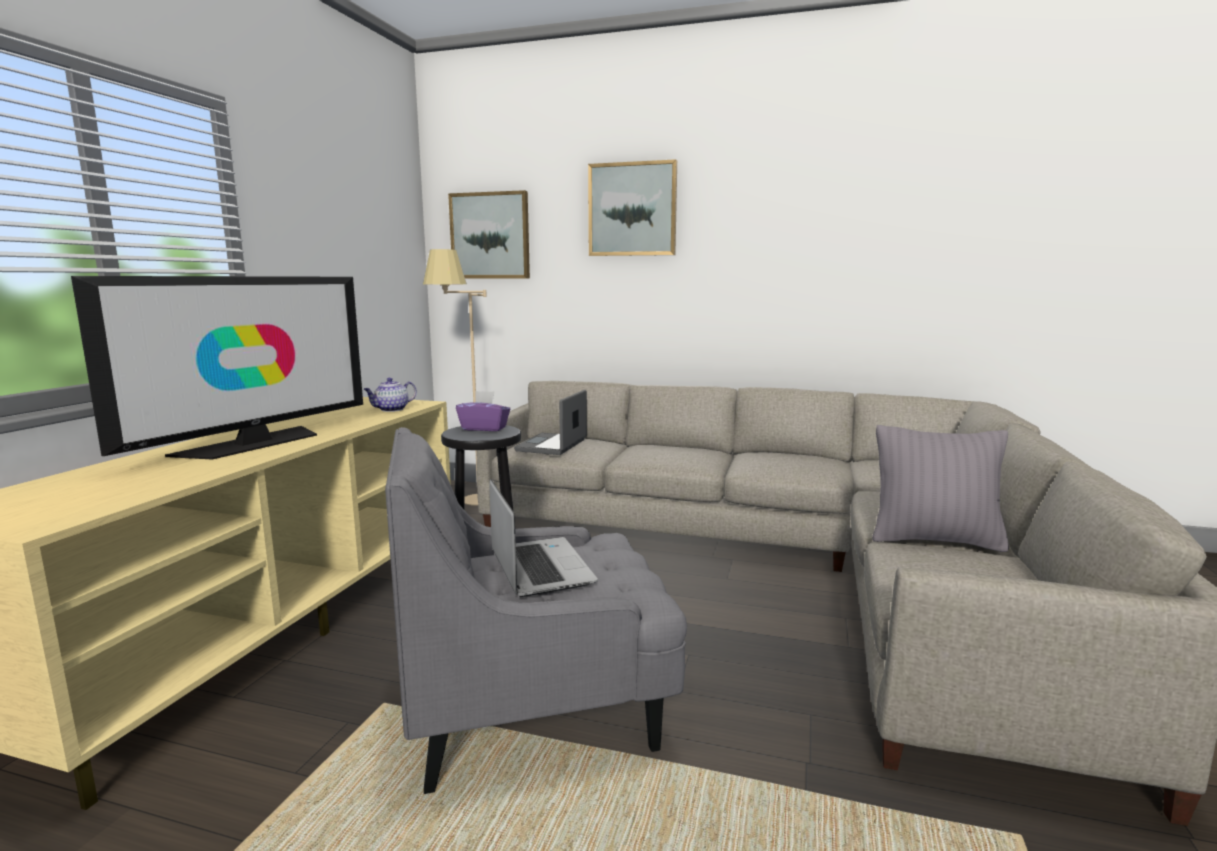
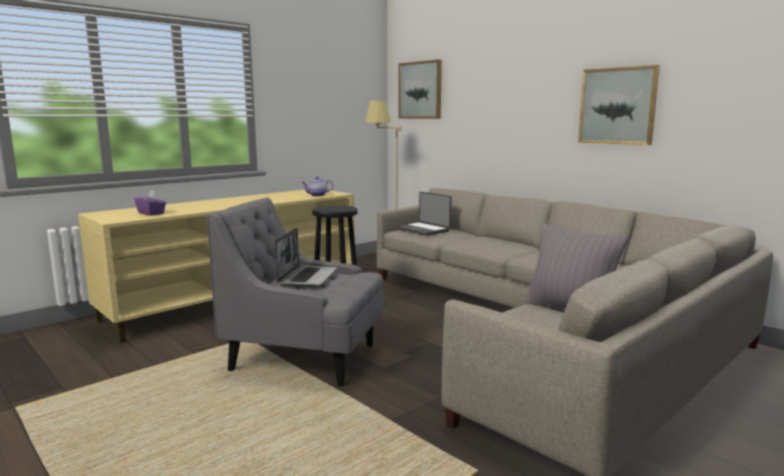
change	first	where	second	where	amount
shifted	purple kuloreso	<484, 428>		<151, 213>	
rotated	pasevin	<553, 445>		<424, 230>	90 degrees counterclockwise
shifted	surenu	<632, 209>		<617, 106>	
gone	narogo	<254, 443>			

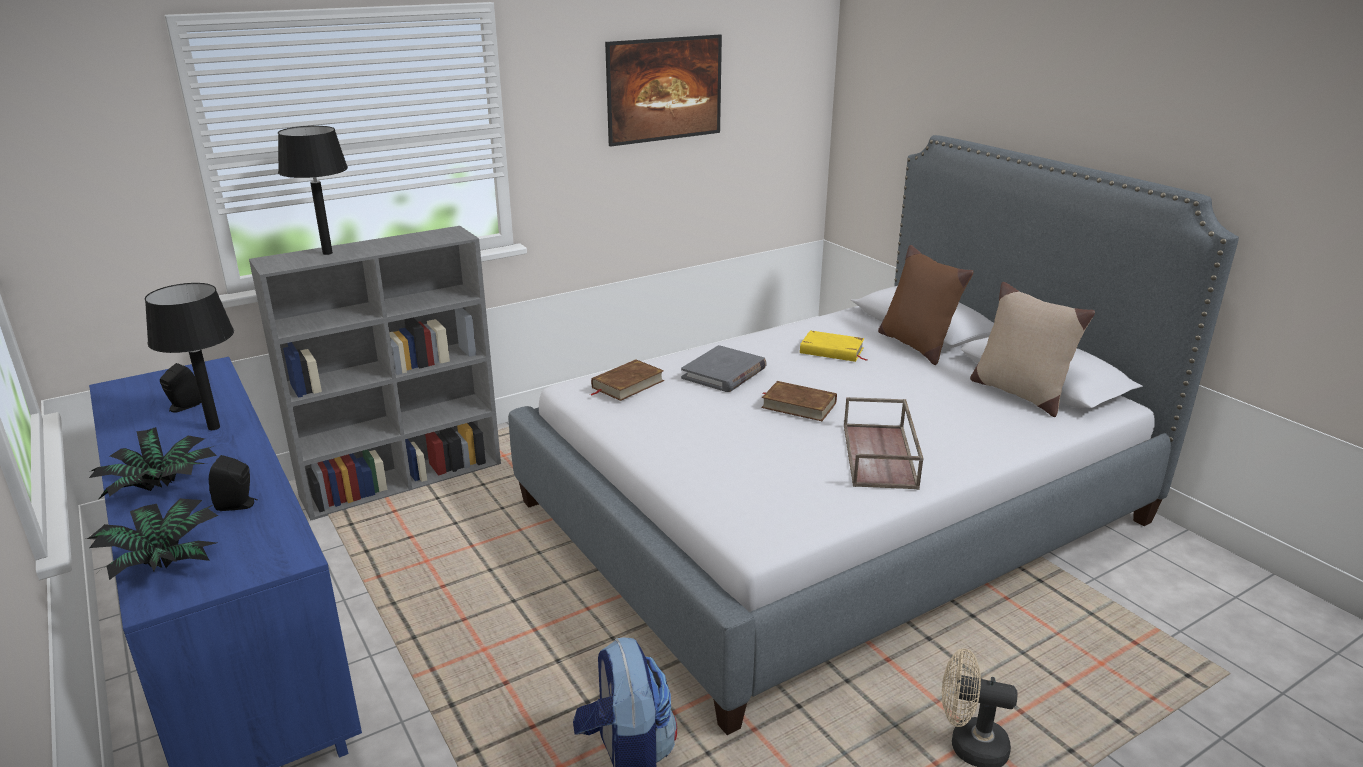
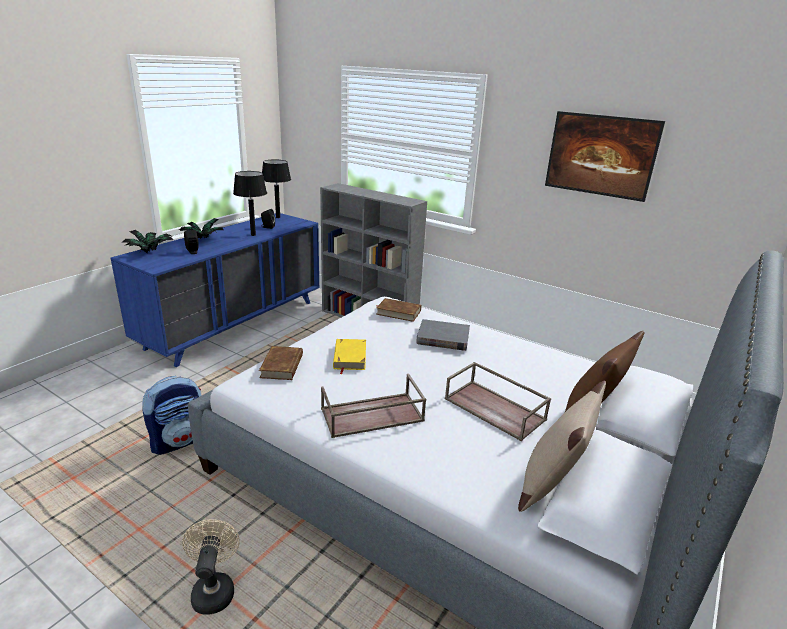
change	first	where	second	where	amount
shifted	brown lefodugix	<798, 405>		<282, 366>	
shifted	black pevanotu	<327, 253>		<277, 217>	
shifted	yellow lefodugix	<832, 351>		<349, 357>	
new			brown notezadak	<496, 409>	

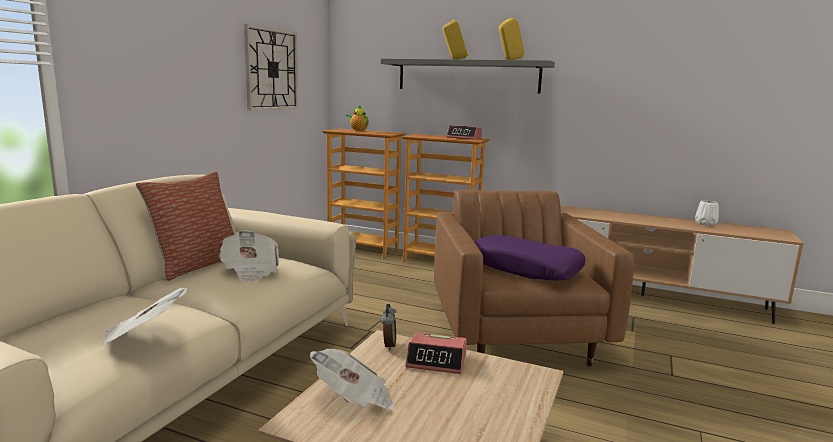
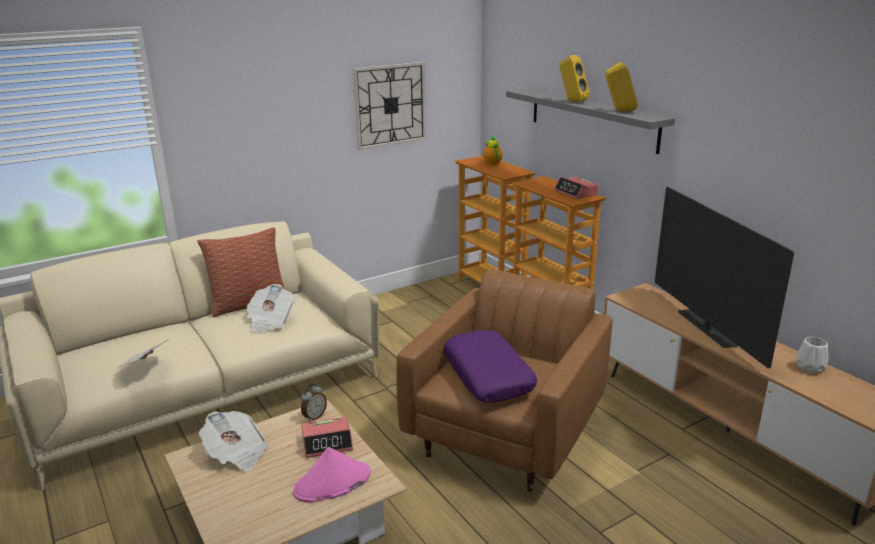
change	first	where	second	where	amount
new			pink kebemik	<332, 483>	
rotated	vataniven	<437, 361>		<327, 443>	60 degrees counterclockwise
new			narogo	<706, 328>	

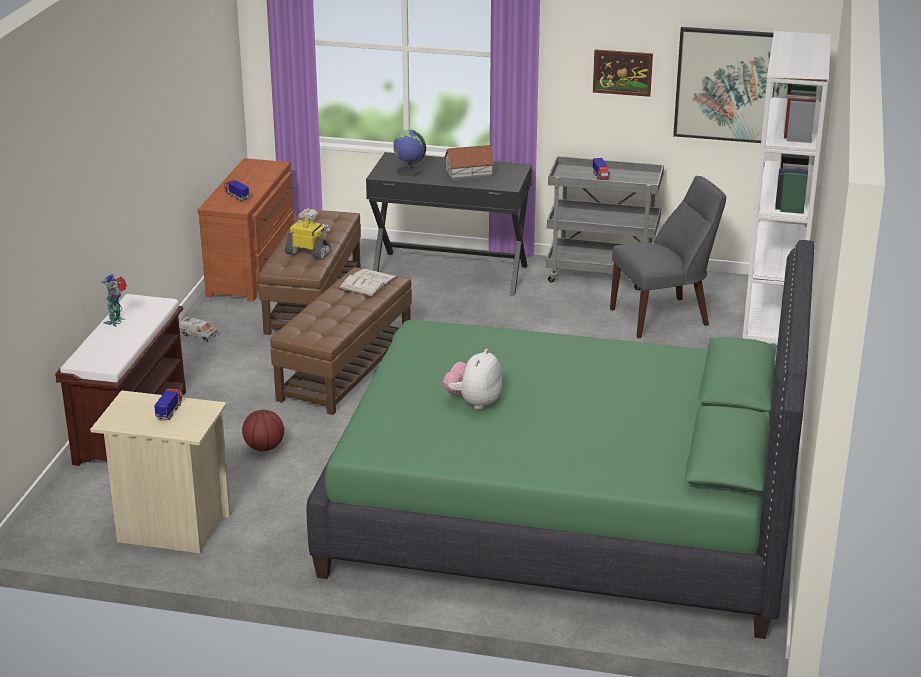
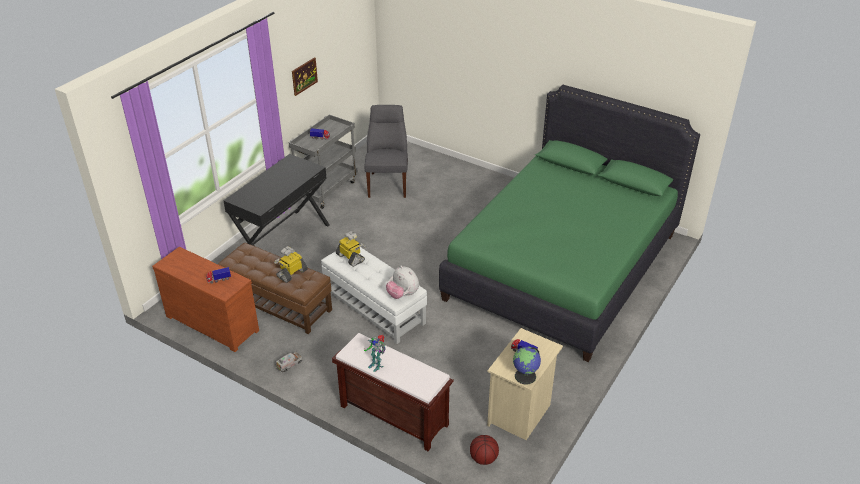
change	first	where	second	where	amount
repainted	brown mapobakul	<344, 368>	white mapobakul	<374, 308>	
swapped	white lefodugix	<368, 283>	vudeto	<351, 258>	
shifted	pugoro	<474, 402>		<402, 294>	
shifted	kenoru	<264, 447>		<483, 458>	
shifted	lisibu	<409, 171>		<525, 376>	
gone	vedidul	<468, 173>			
gone	surenu	<734, 85>			
gone	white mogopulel	<772, 321>			

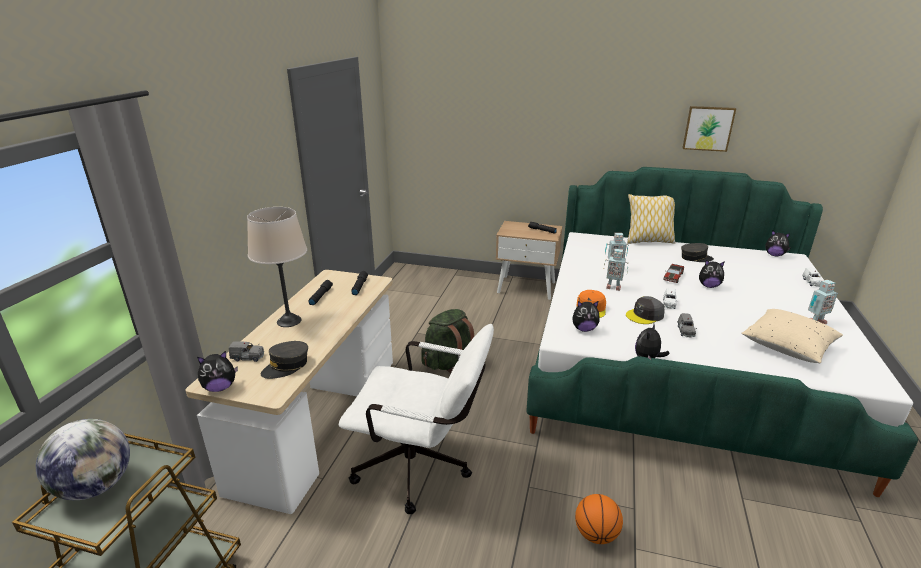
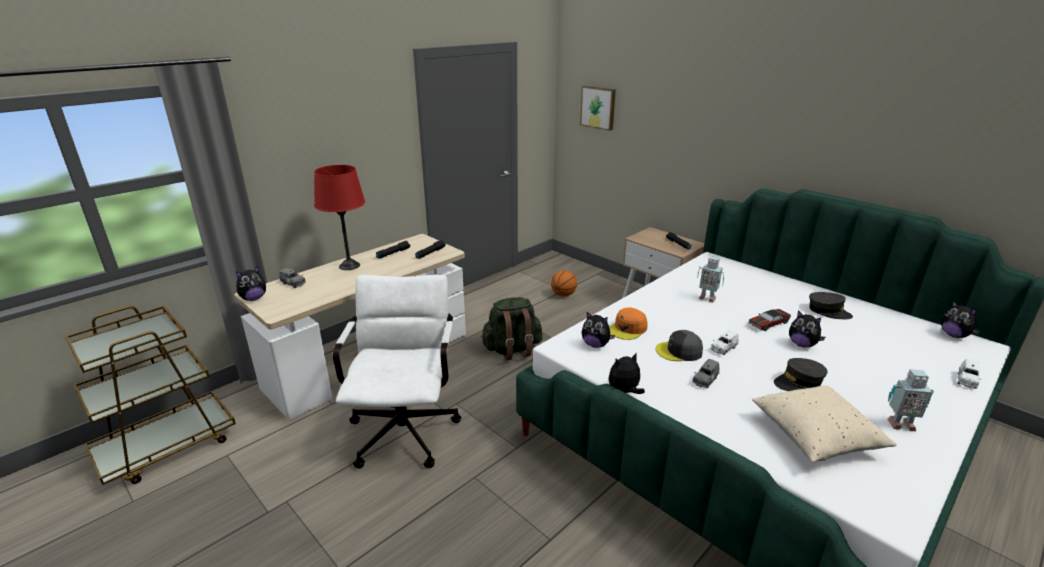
change	first	where	second	where	amount
rotated	pugoro	<220, 387>		<253, 298>	45 degrees counterclockwise
repainted	beige pevanotu	<289, 321>	red pevanotu	<349, 265>	
rotated	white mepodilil	<422, 468>		<406, 426>	135 degrees counterclockwise
shifted	kenoru	<596, 534>		<563, 294>	
shifted	surenu	<708, 128>		<598, 107>	
shifted	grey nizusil	<286, 366>		<798, 382>	
gone	lisibu	<96, 486>			
gone	vudeto	<613, 287>			
gone	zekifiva	<648, 241>			

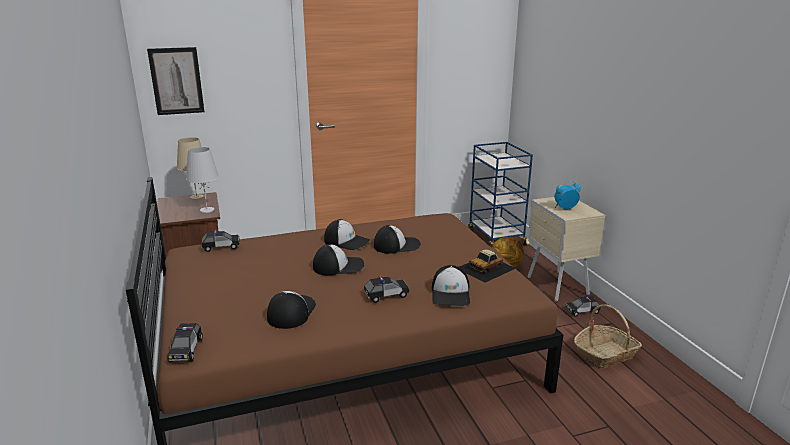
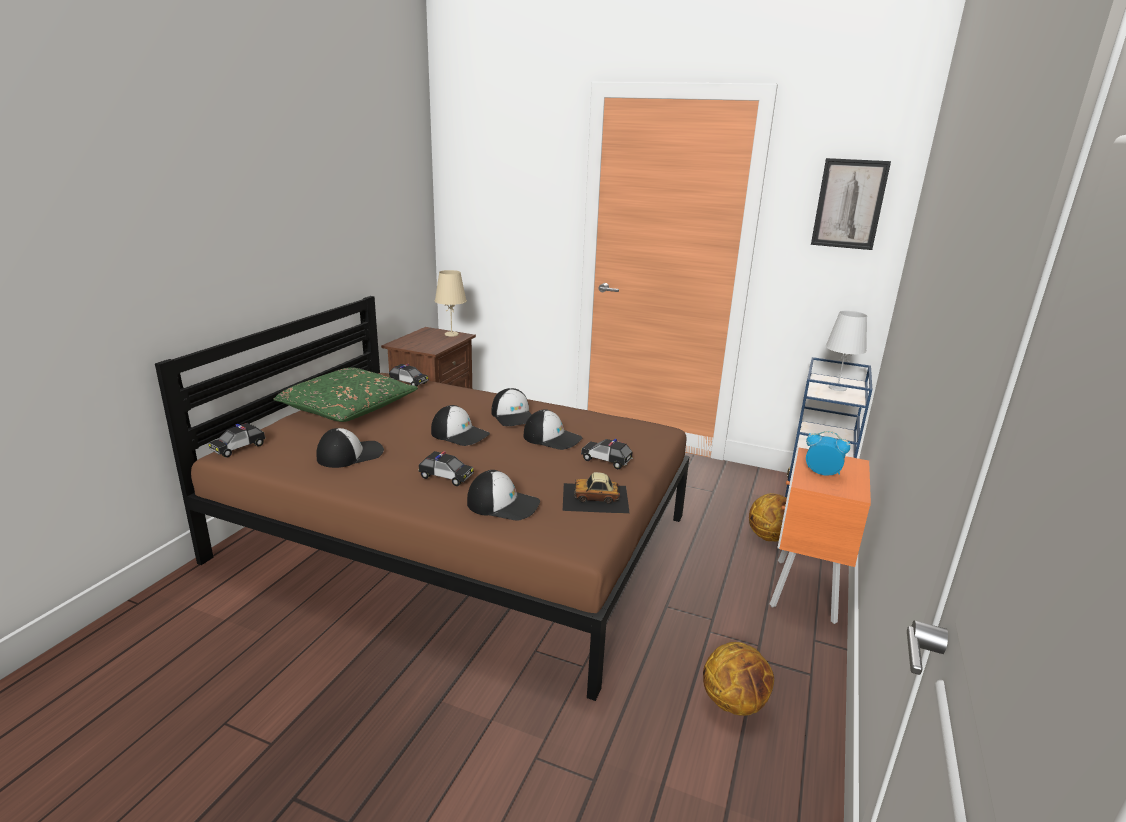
change	first	where	second	where	amount
new			green zekifiva	<347, 408>	
rotated	nizusil	<451, 294>		<503, 504>	120 degrees counterclockwise
shifted	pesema	<582, 311>		<606, 460>	
swapped	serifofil	<605, 354>	kenoru	<734, 703>	
repainted	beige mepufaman	<557, 287>	orange mepufaman	<803, 592>	
shifted	surenu	<176, 81>		<849, 204>	
shifted	white pevanotu	<207, 210>		<837, 388>	

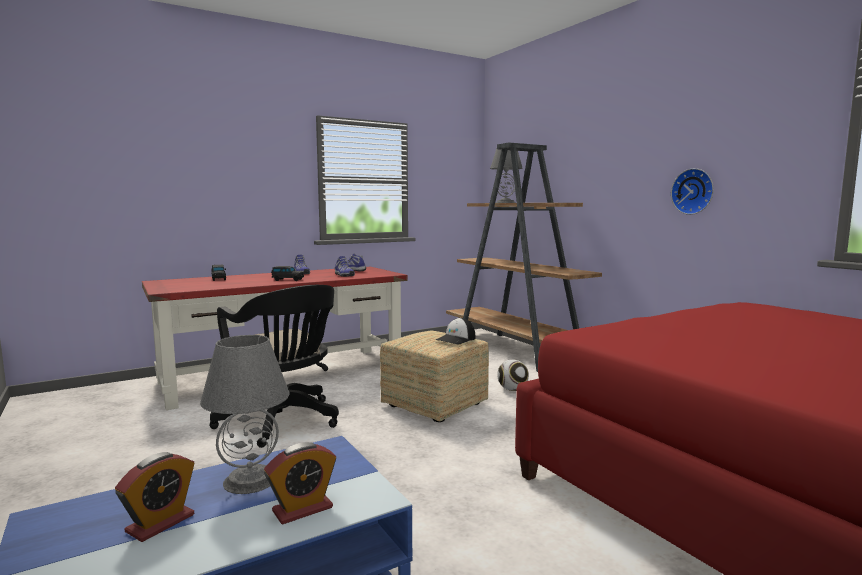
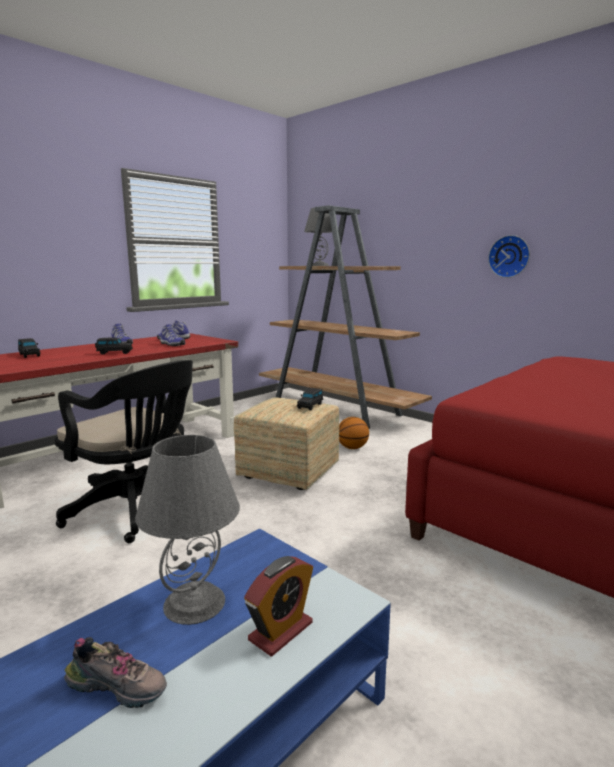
change	first	where	second	where	amount
swapped	vataniven	<160, 523>	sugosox	<119, 686>	
swapped	nizusil	<456, 339>	black pesema	<310, 406>	
swapped	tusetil	<512, 389>	kenoru	<352, 448>	

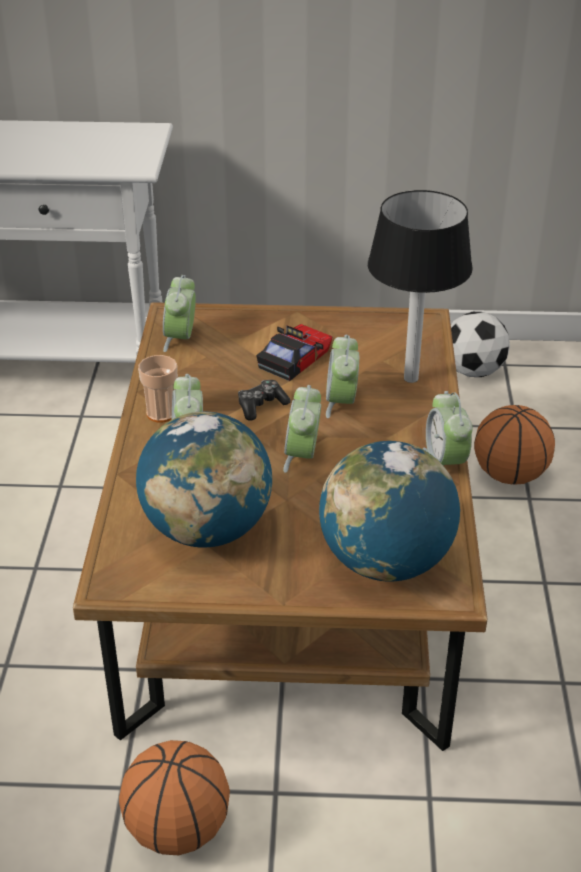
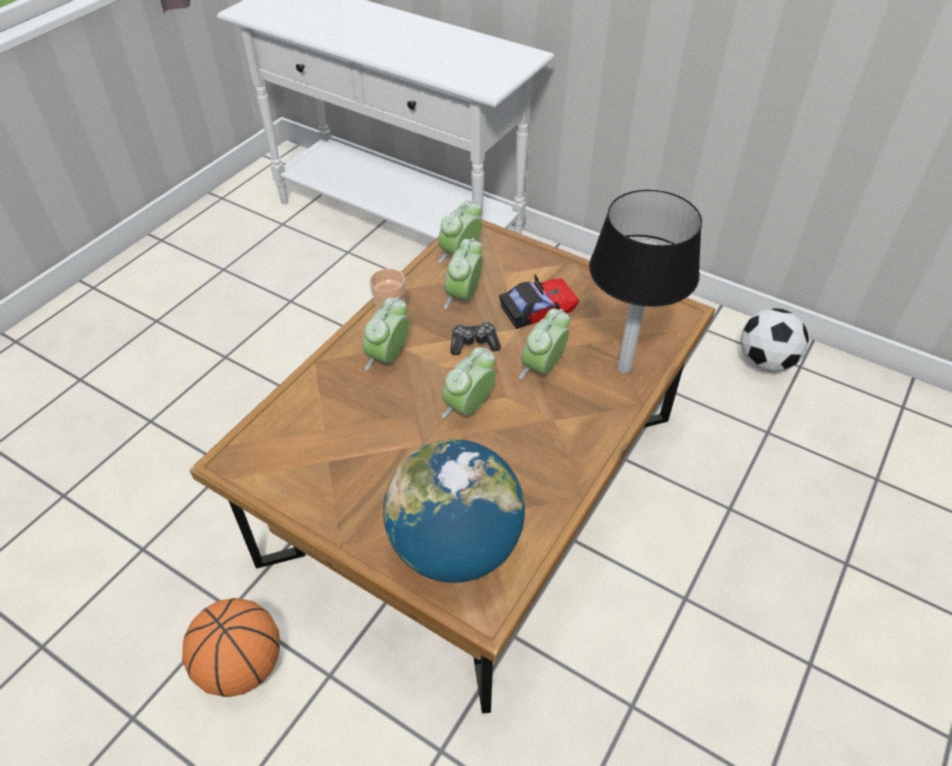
change	first	where	second	where	amount
shifted	vataniven	<445, 463>		<464, 296>	
gone	lisibu	<207, 529>			
gone	kenoru	<509, 475>			

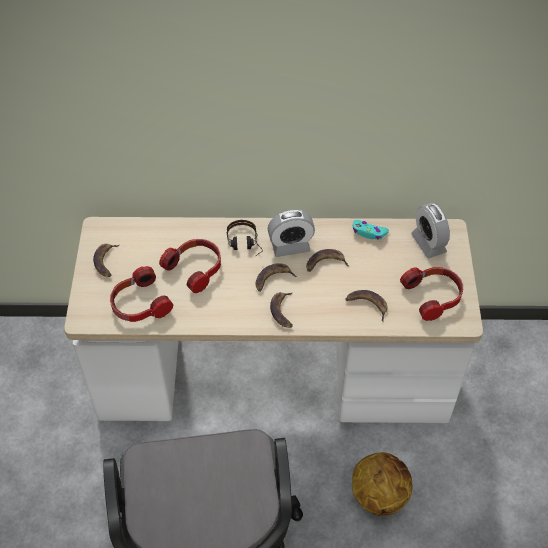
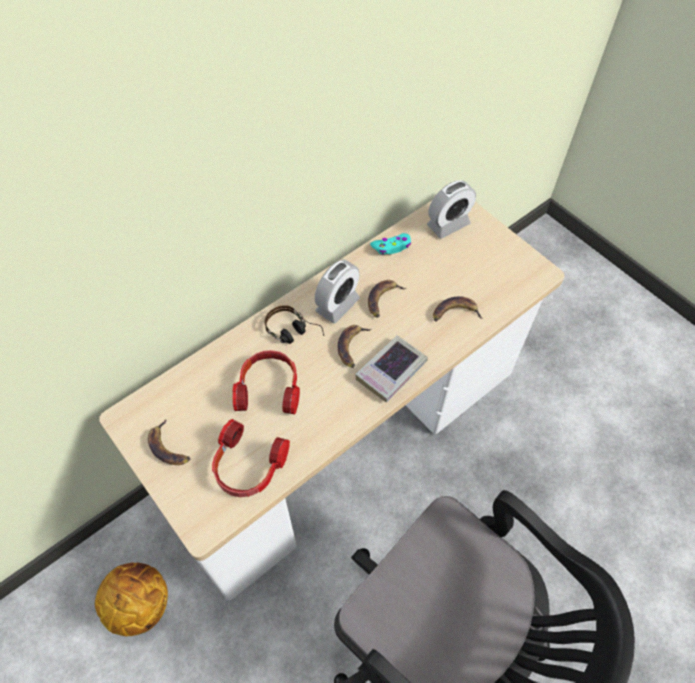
change	first	where	second	where	amount
shifted	kenoru	<379, 494>		<140, 603>	
swapped	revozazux	<283, 311>	lefodugix	<391, 371>	
rotated	vataniven	<428, 243>		<448, 224>	60 degrees counterclockwise
gone	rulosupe	<433, 296>			

